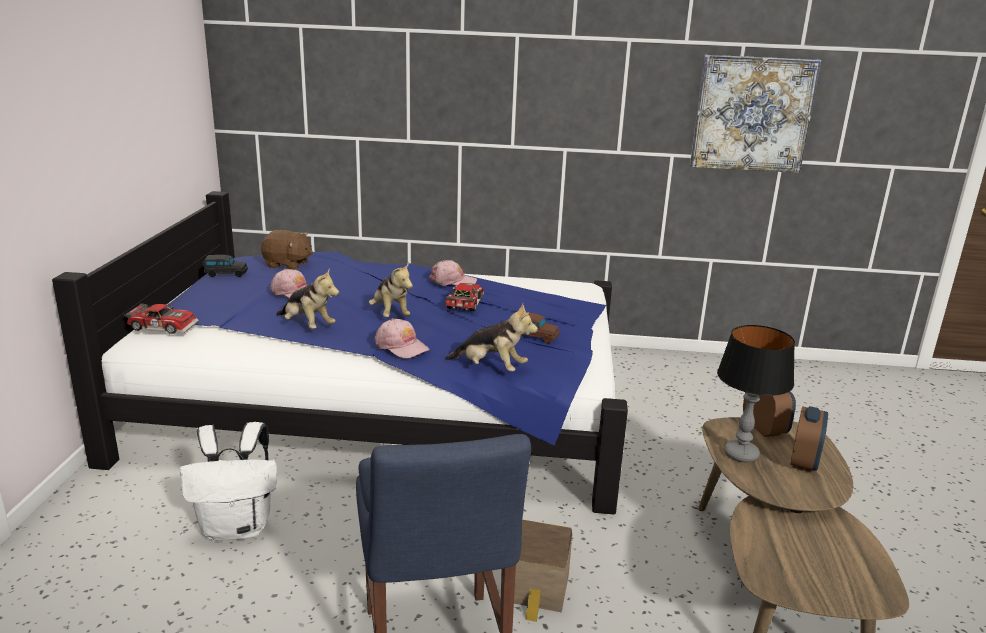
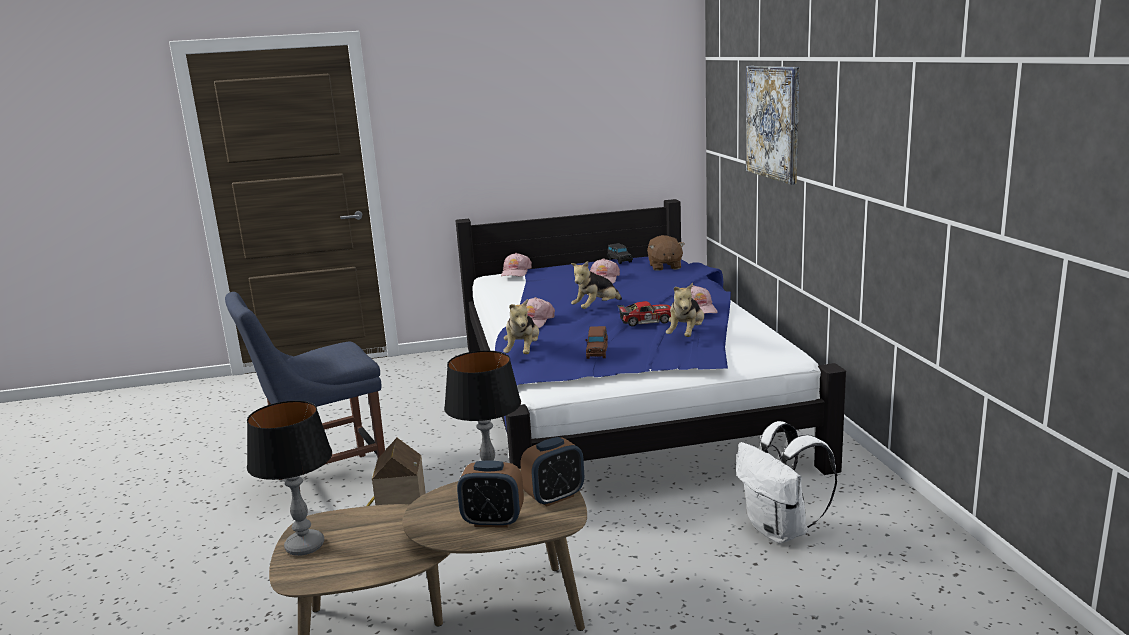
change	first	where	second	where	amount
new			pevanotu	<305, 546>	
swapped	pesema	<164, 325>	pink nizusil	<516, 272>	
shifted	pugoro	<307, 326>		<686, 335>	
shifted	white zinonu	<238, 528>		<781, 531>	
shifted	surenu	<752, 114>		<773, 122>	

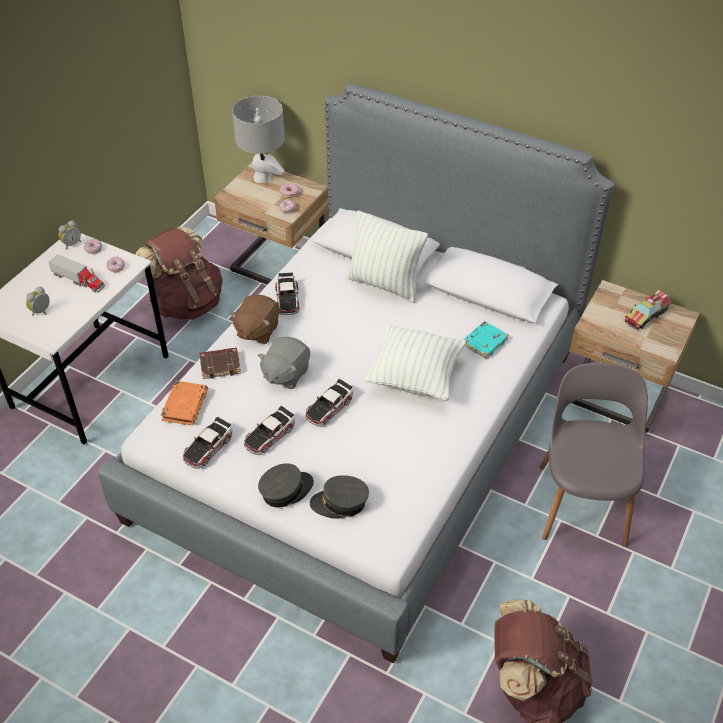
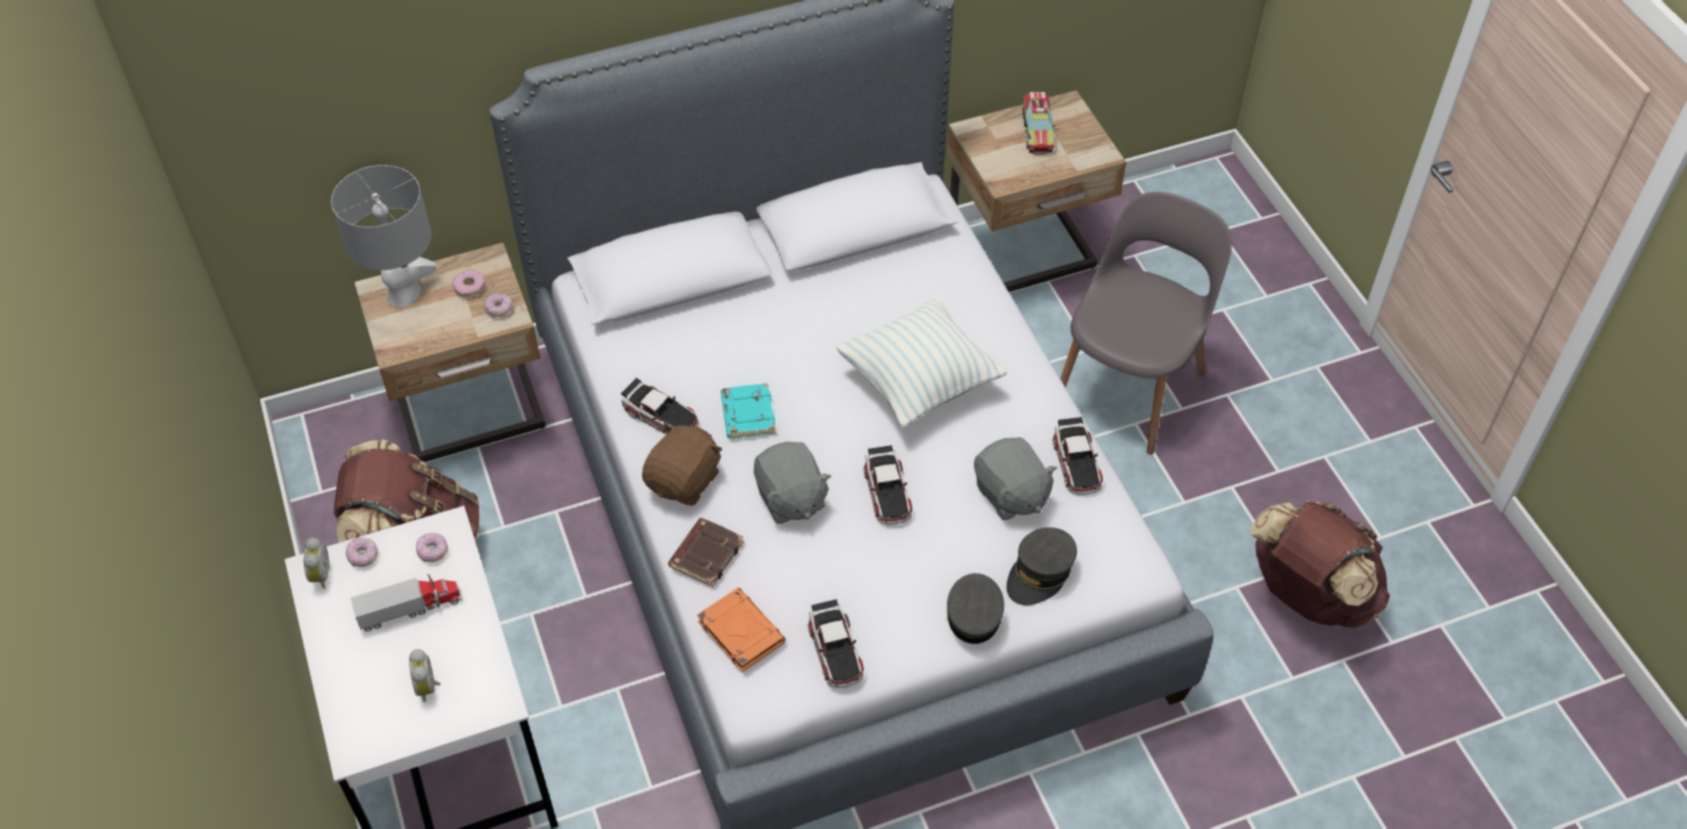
change	first	where	second	where	amount
rotated	brown pugoro	<257, 331>		<684, 481>	120 degrees counterclockwise
shifted	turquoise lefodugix	<484, 342>		<747, 414>	
new			grey pugoro	<1010, 494>	
shifted	pesema	<269, 435>		<1076, 462>	
rotated	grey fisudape	<582, 501>		<1130, 387>	75 degrees clockwise
gone	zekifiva	<384, 284>			

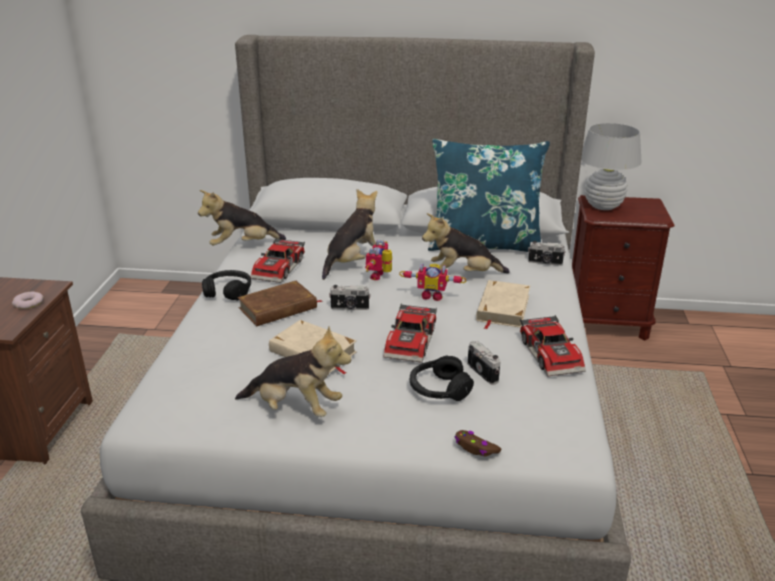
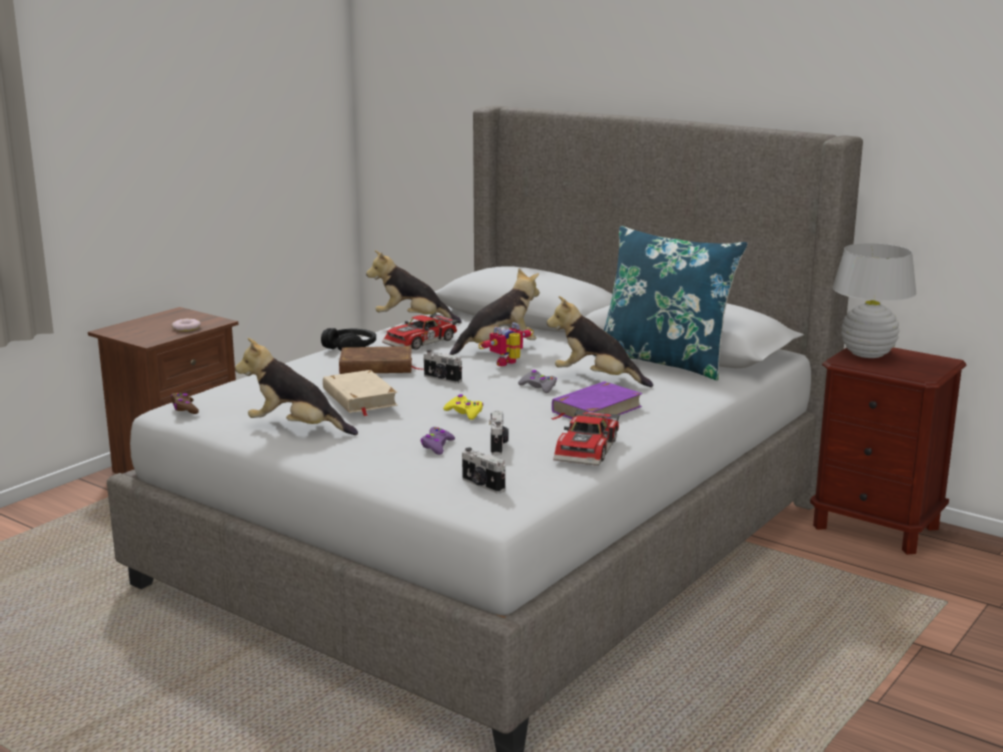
change	first	where	second	where	amount
shifted	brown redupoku	<475, 448>		<184, 408>	
rotated	pugoro	<295, 408>		<296, 429>	150 degrees clockwise
swapped	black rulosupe	<439, 389>	purple redupoku	<437, 446>	
swapped	pesema	<413, 342>	yellow redupoku	<464, 412>	
shifted	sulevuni	<545, 263>		<482, 485>	
swapped	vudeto	<432, 295>	grey redupoku	<538, 387>	
repainted	beige lefodugix	<502, 308>	purple lefodugix	<596, 409>	

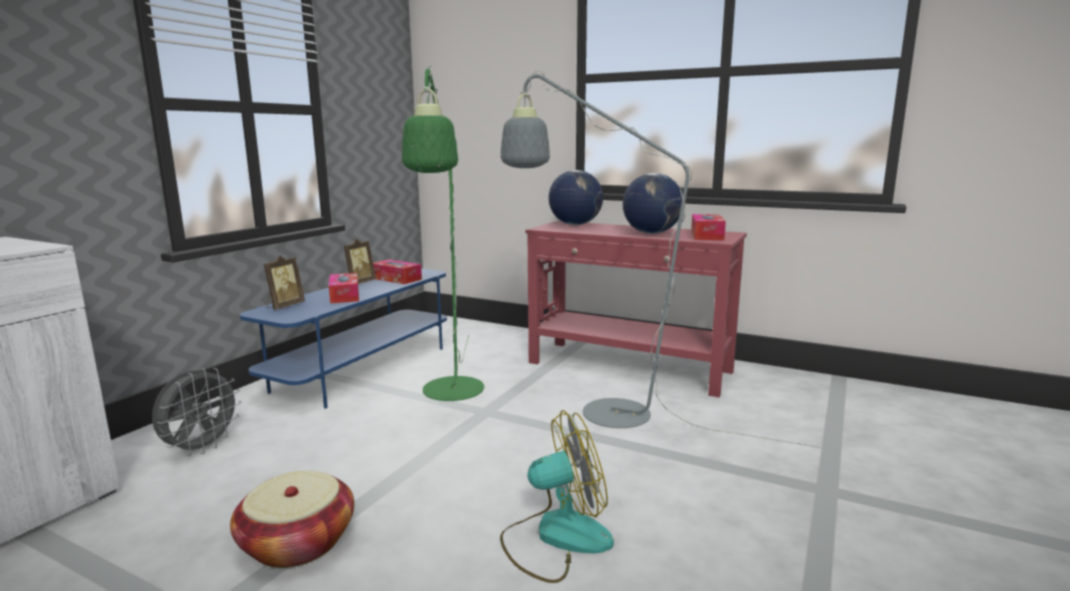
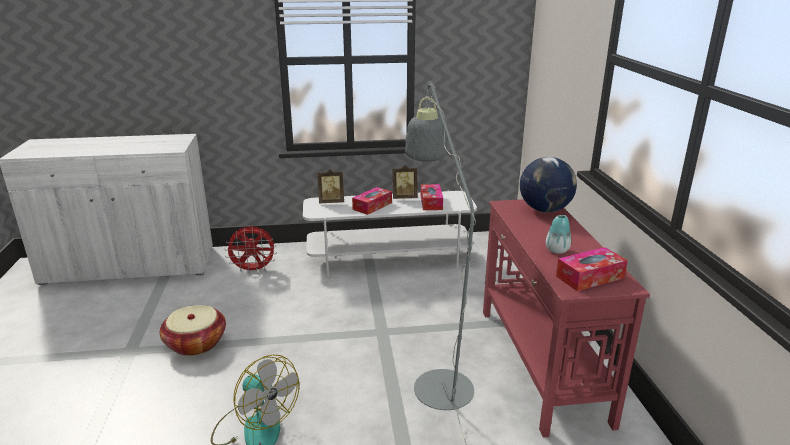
change	first	where	second	where	amount
repainted	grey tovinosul	<201, 448>	red tovinosul	<254, 270>	
repainted	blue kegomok	<363, 369>	white kegomok	<390, 259>	
swapped	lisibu	<652, 233>	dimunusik	<557, 250>	
gone	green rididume	<452, 395>			

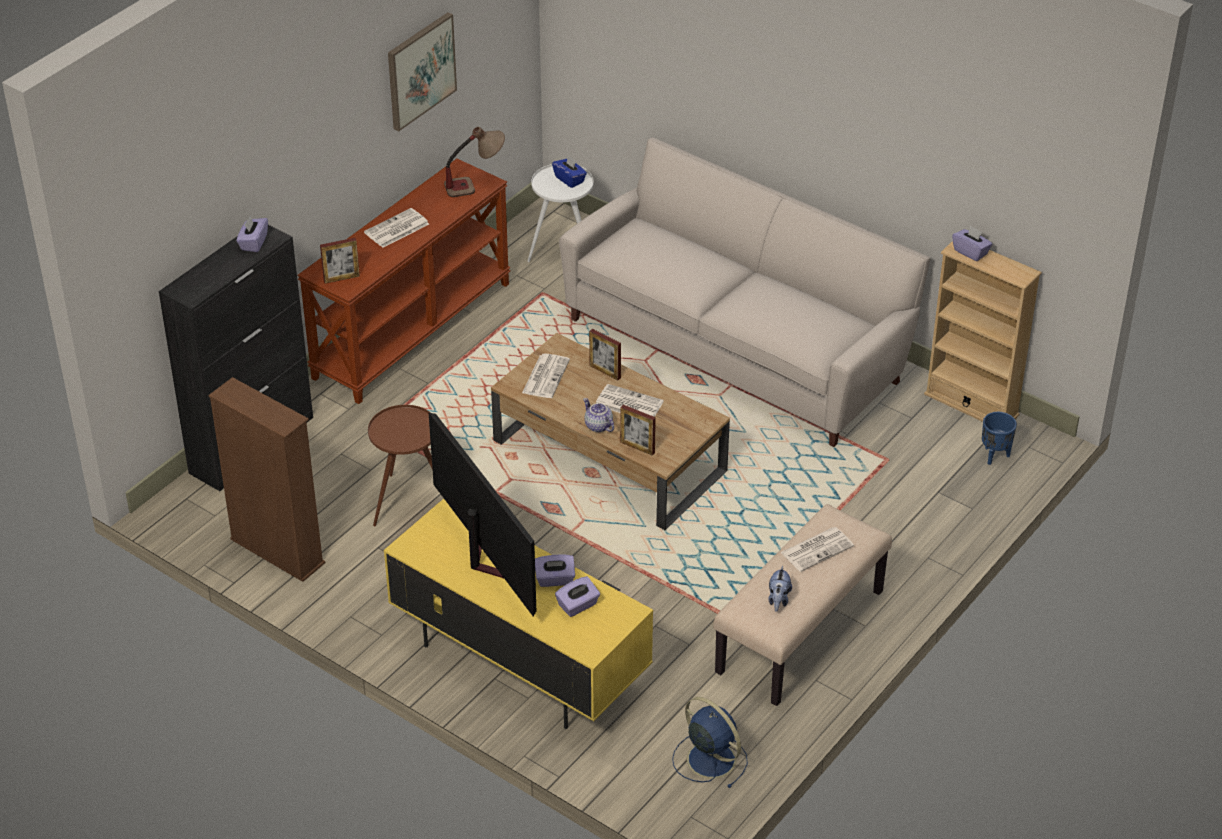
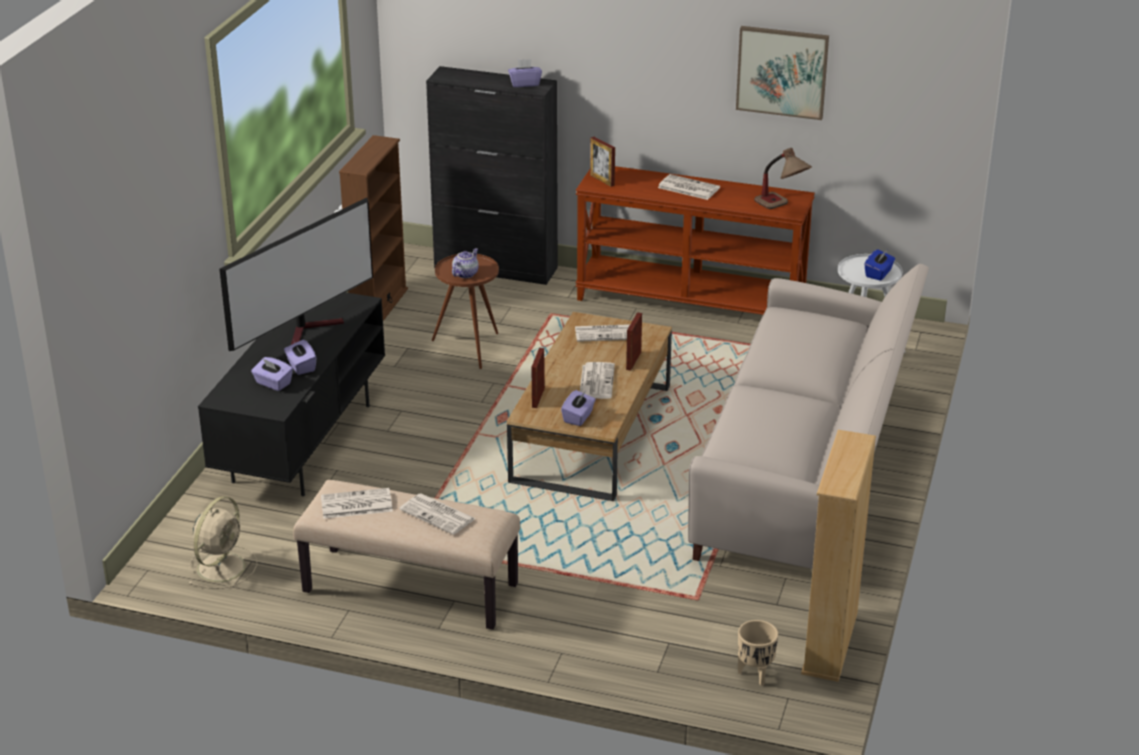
change	first	where	second	where	amount
repainted	blue tovinosul	<709, 758>	beige tovinosul	<222, 566>	
repainted	yellow kegomok	<517, 662>	black kegomok	<302, 442>	
swapped	pugoro	<778, 600>	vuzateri	<355, 505>	
shifted	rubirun	<597, 426>		<465, 274>	
shifted	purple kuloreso	<971, 252>		<578, 417>	
repainted	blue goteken	<994, 455>	beige goteken	<755, 674>	

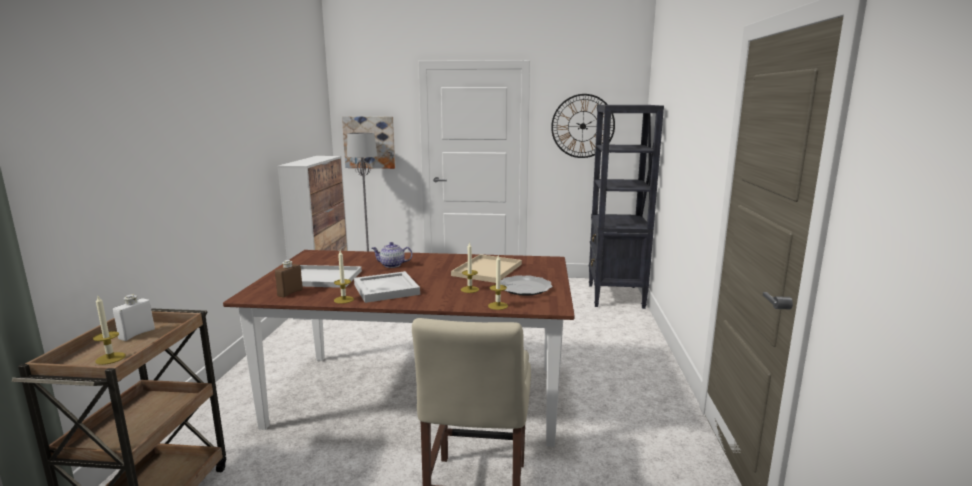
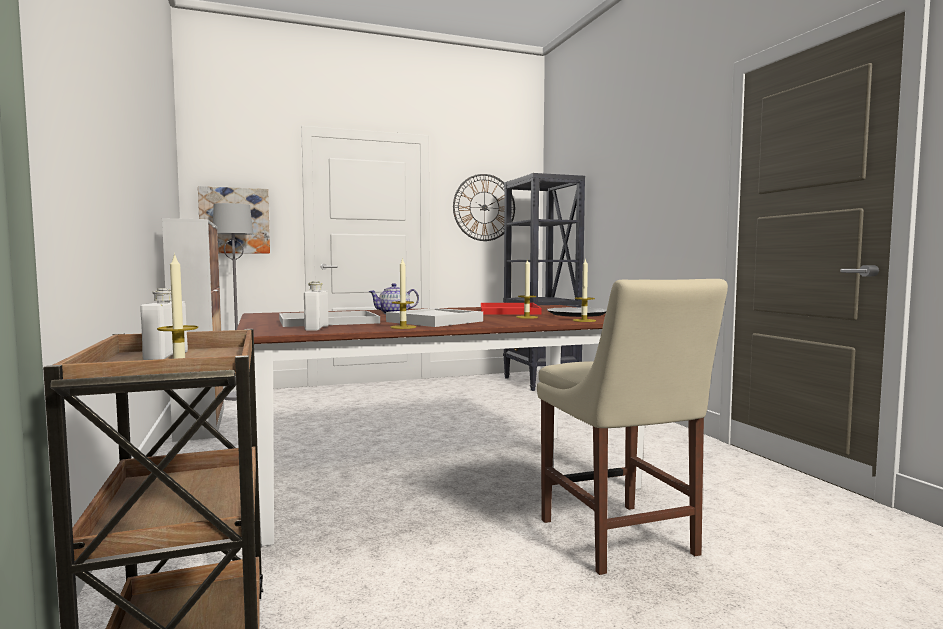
change	first	where	second	where	amount
repainted	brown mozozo	<290, 293>	white mozozo	<316, 328>	
repainted	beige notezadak	<487, 270>	red notezadak	<510, 311>	

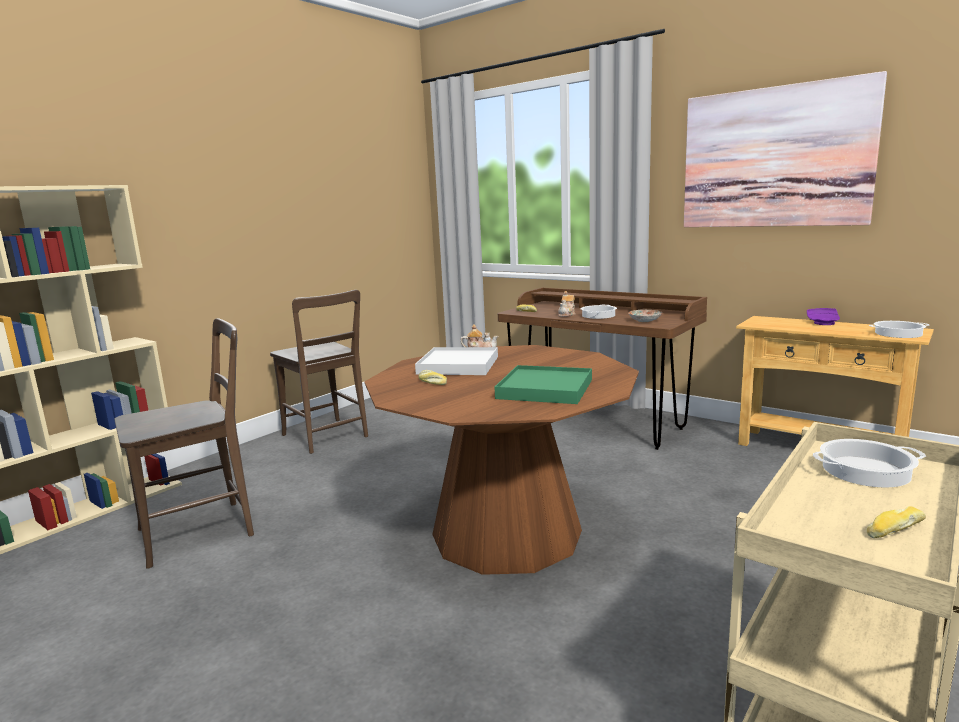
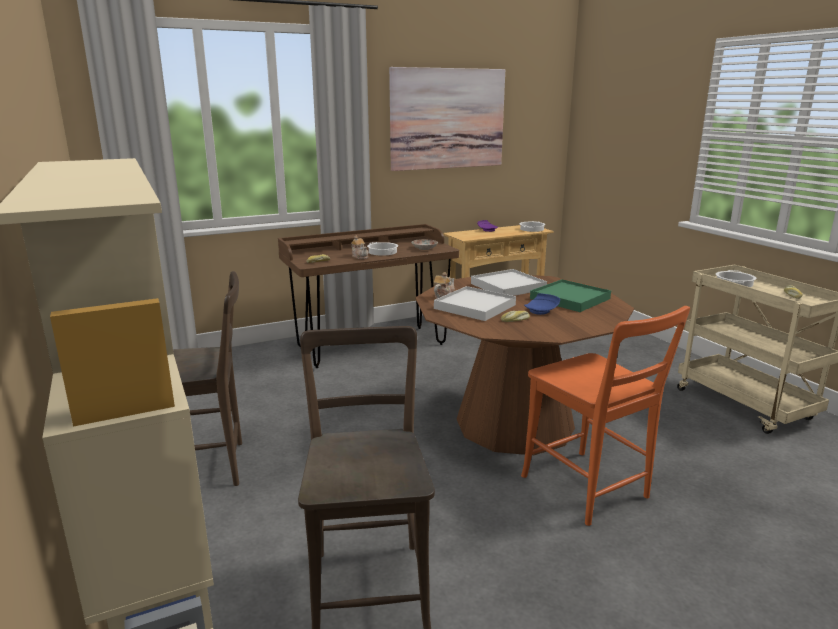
change	first	where	second	where	amount
new			white notezadak	<508, 286>	
new			orange fisudape	<589, 490>	
new			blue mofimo	<541, 311>	

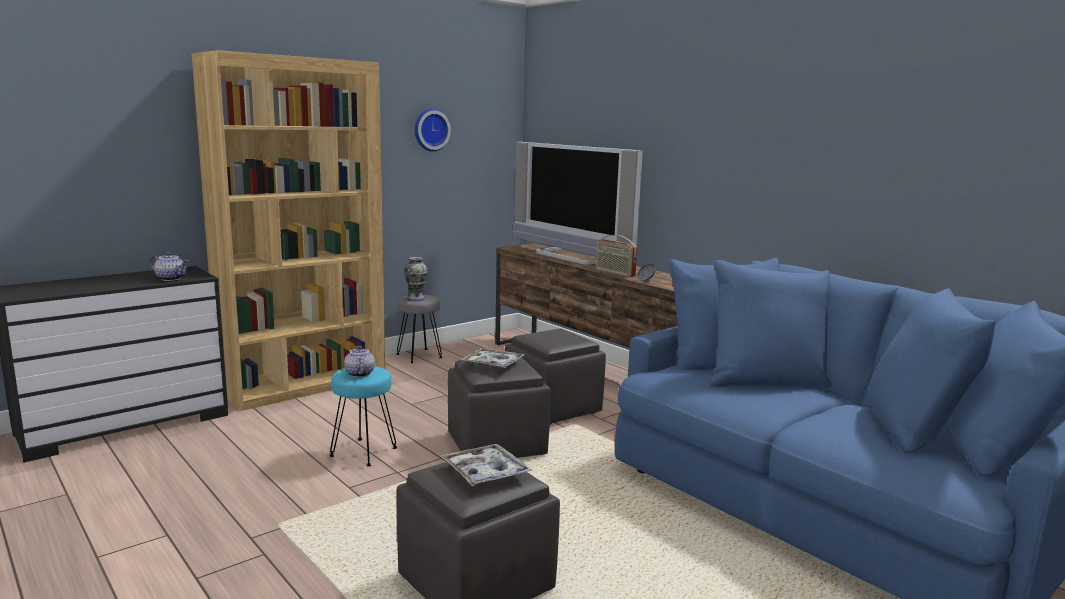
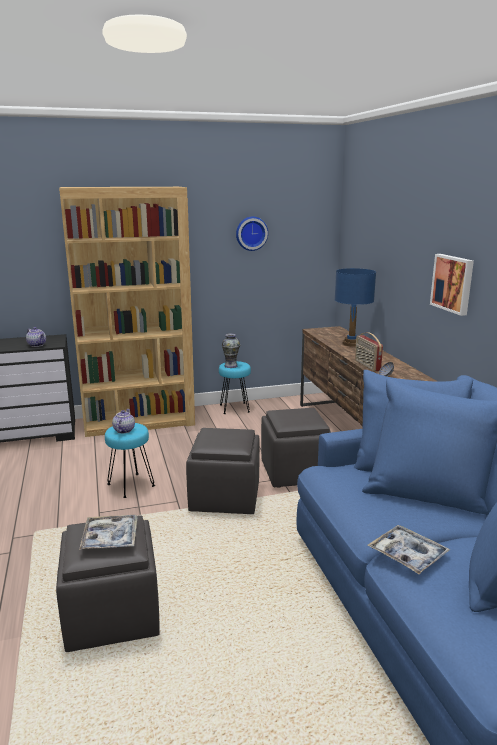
change	first	where	second	where	amount
repainted	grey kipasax	<419, 356>	turquoise kipasax	<235, 408>	
swapped	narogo	<571, 257>	blue pevanotu	<351, 343>	
shifted	notezadak	<493, 364>		<408, 555>	
new			surenu	<453, 283>	

